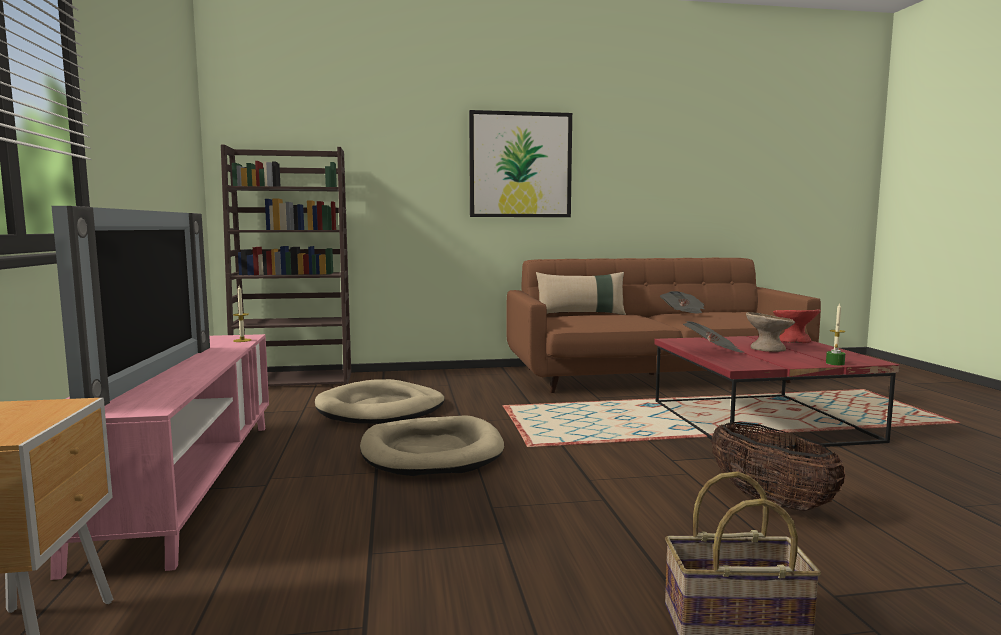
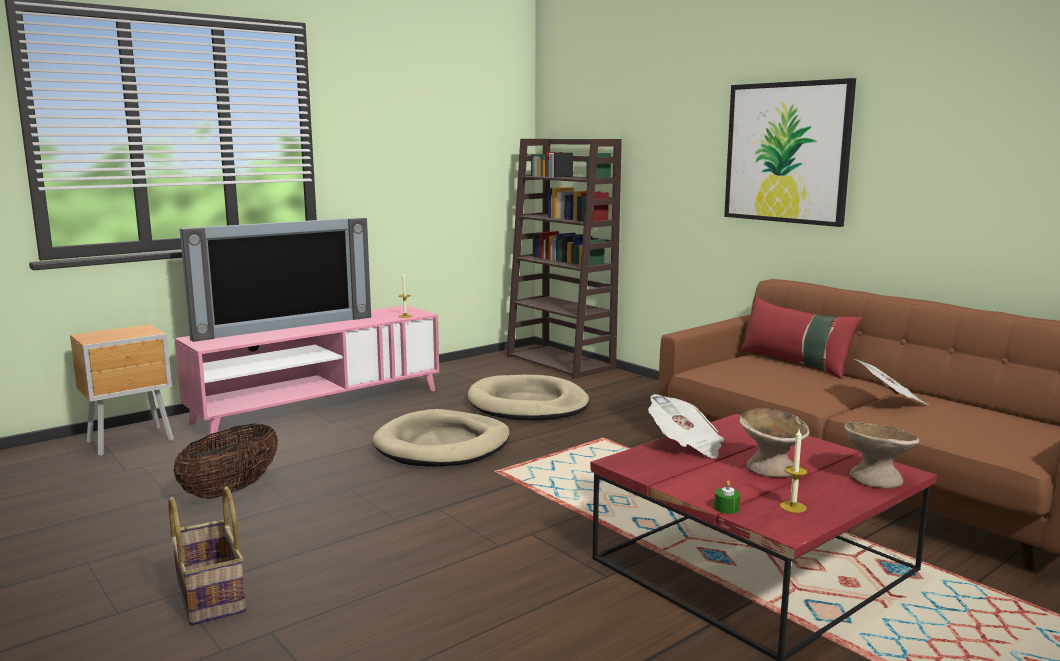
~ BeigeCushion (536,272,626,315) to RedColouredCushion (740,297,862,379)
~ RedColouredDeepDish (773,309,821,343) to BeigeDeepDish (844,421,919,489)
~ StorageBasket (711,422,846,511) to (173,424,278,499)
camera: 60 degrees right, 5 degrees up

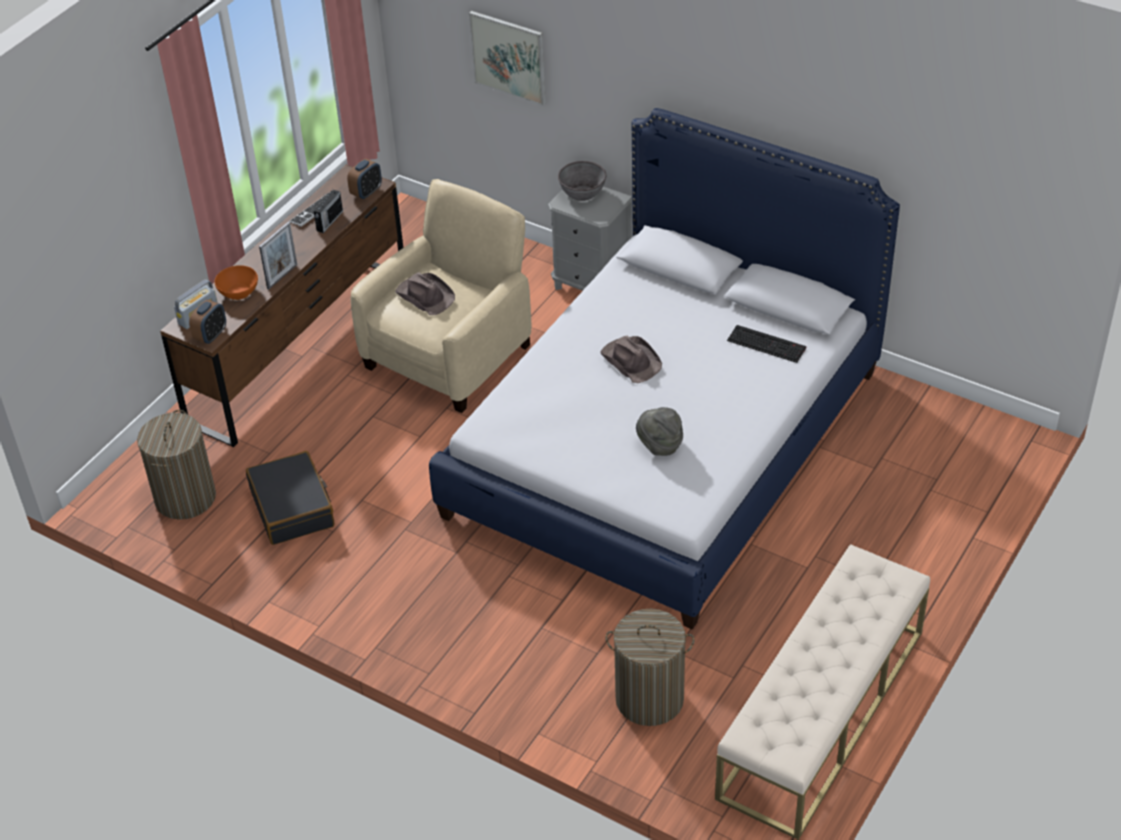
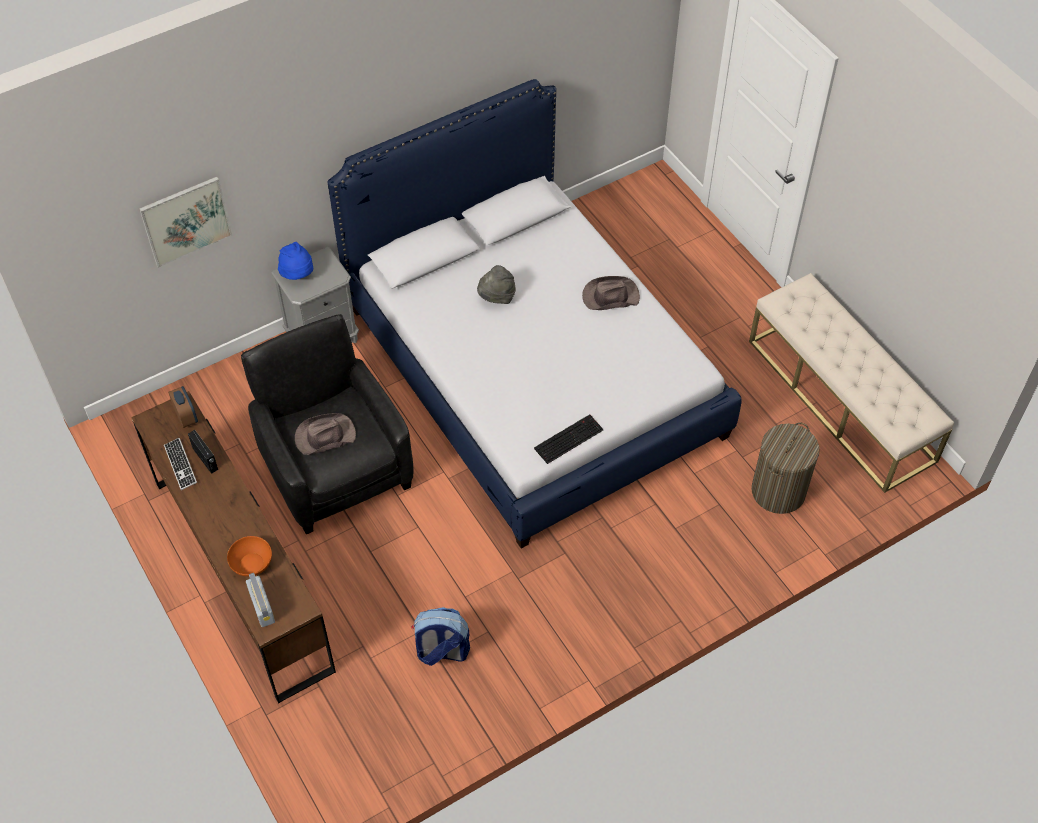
~ GreyDeepDish (558,161,606,201) to BlueWearableHat (278,242,313,280)
~ BeigeEasyChair (351,179,531,413) to BlackColouredEasyChair (241,314,413,534)
- PhotoFrame (259,222,297,289)
- BedsideClock (189,300,226,344)
~ ComputerKeyboard (727,325,807,363) to (534,415,604,464)
~ BrownWearableHat (601,335,662,383) to (582,276,640,310)
~ GreyWearableHat (636,407,683,456) to (477,265,516,304)
- LaundryBasket (137,410,216,519)
~ BlackColouredPieceOfLuggage (246,451,334,545) to Rucksack (411,607,470,666)
camera: 65 degrees left, 10 degrees up

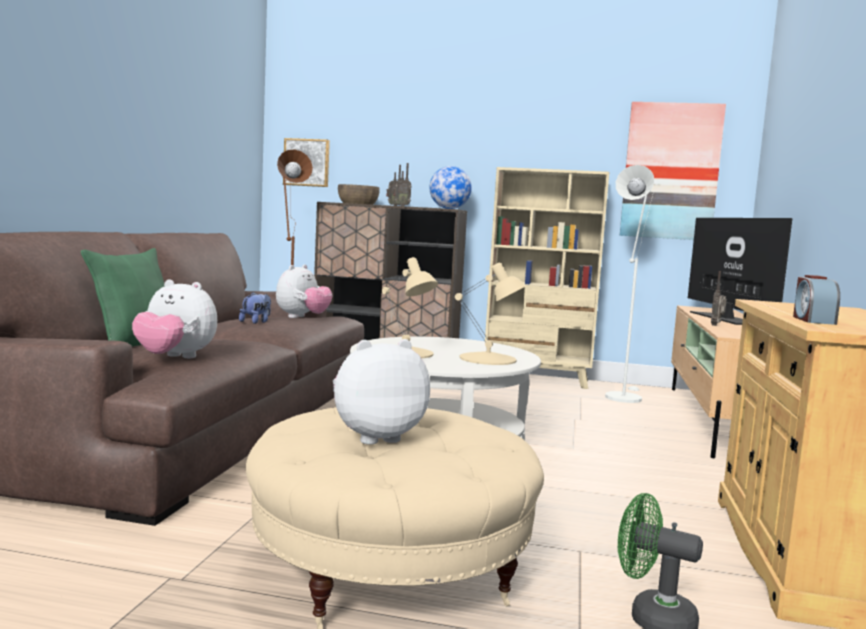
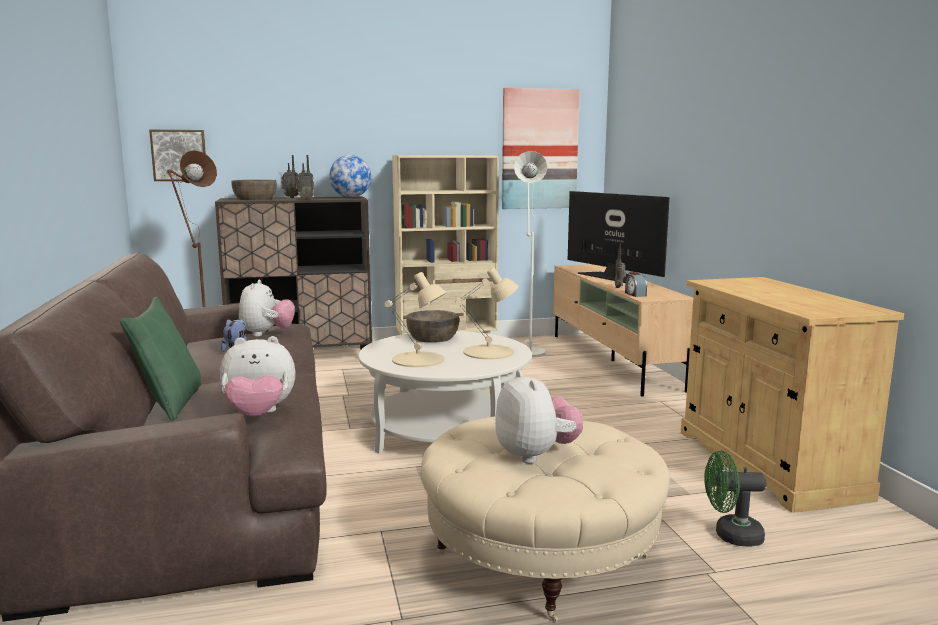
~ BedsideClock (793,275,840,325) to (625,272,647,297)
~ CuddlyToy (333,339,430,445) = (495,370,583,464) 120 degrees clockwise
+ BrownDeepDish (406,310,459,343)
camera: 25 degrees left, 5 degrees up

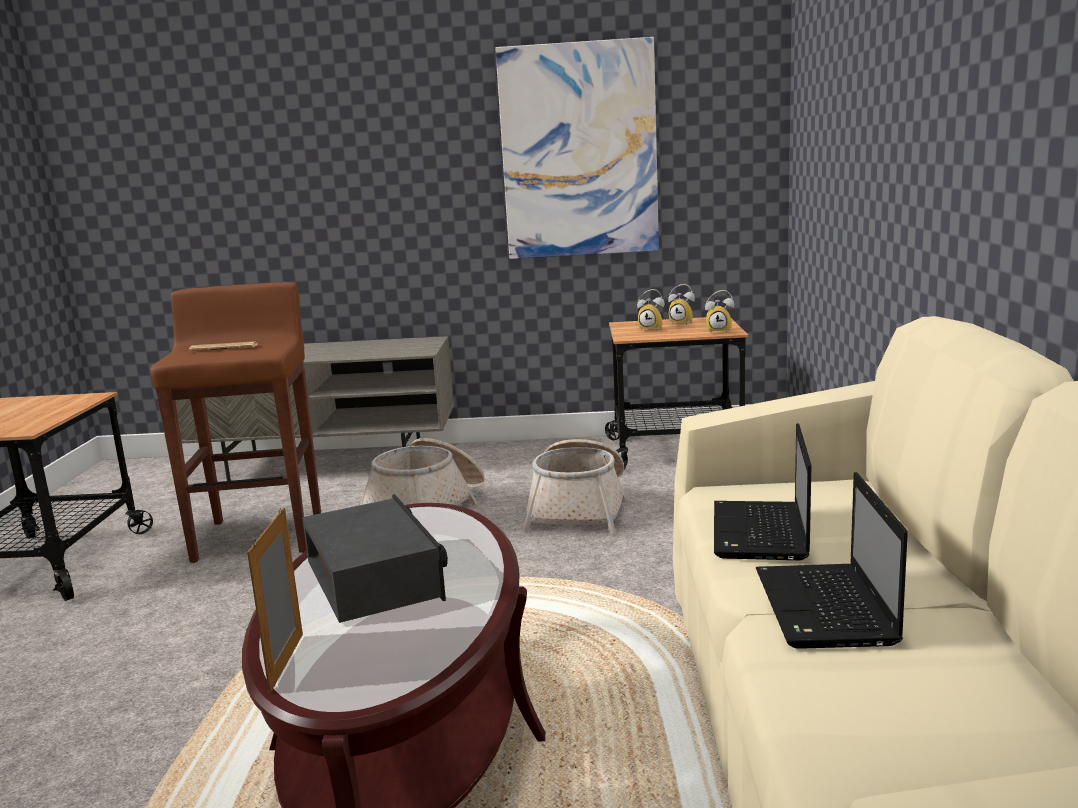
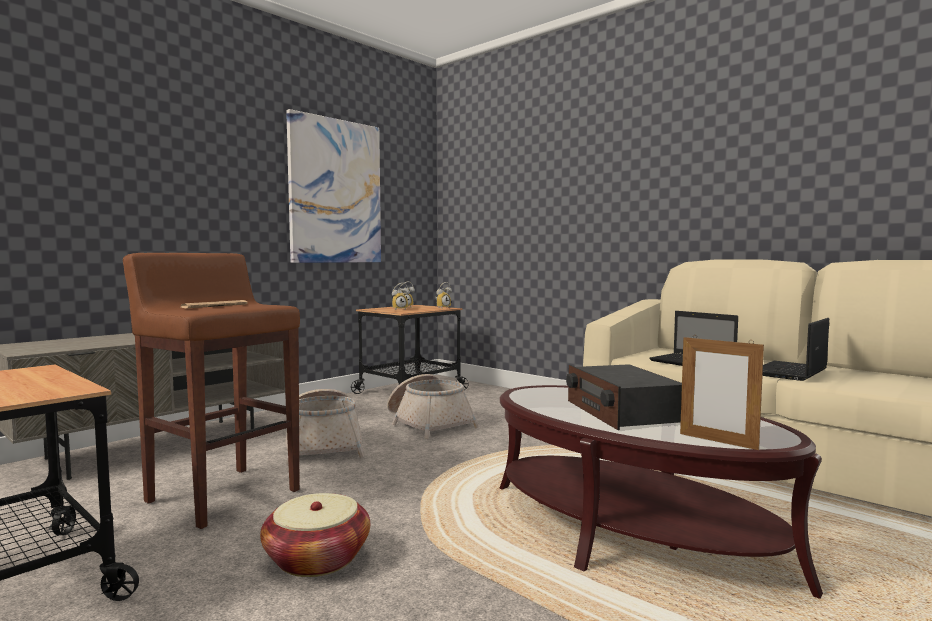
~ Laptop (756,472,908,649) = (763,318,829,381) 90 degrees clockwise
~ RadioReceiver (302,494,448,623) = (566,364,682,430) 120 degrees counterclockwise
+ StorageBasket (260,493,370,577)
camera: 50 degrees left, 10 degrees down

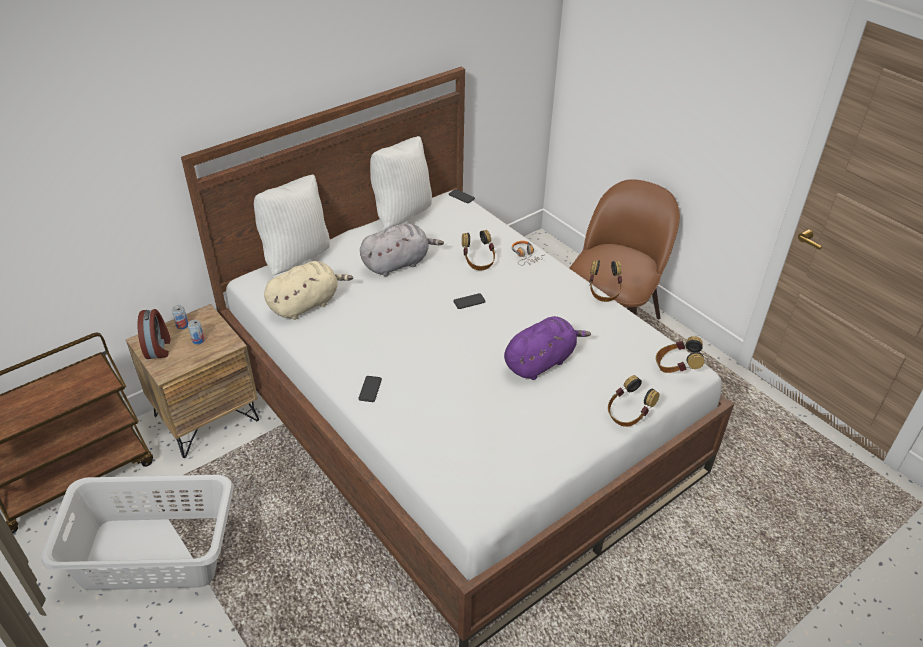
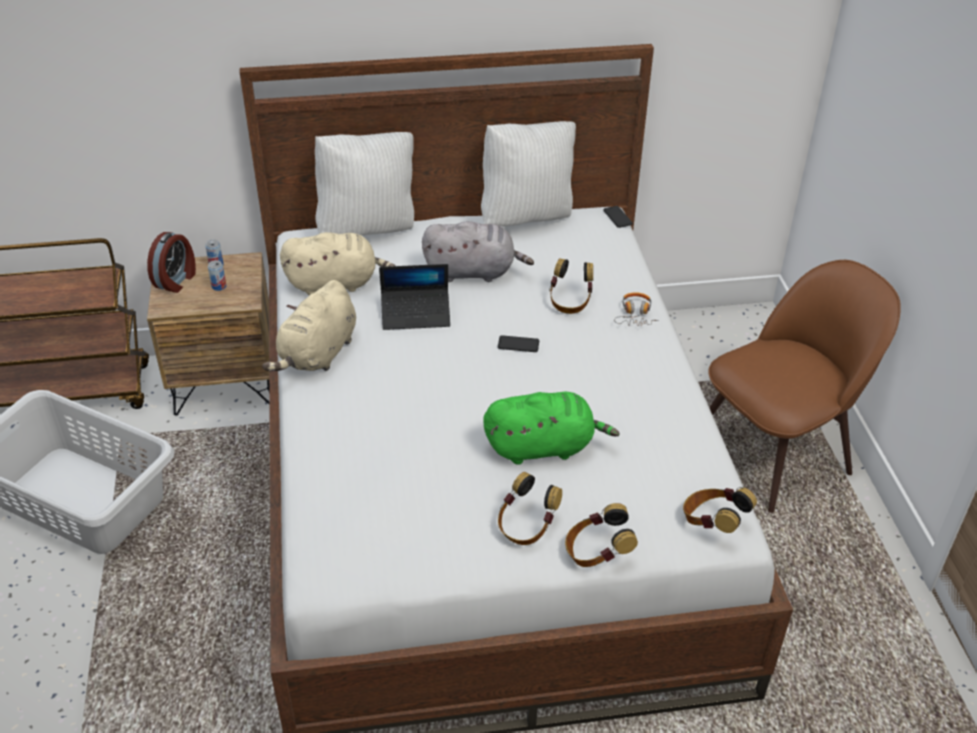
~ Headset (589,260,622,302) to (498,472,562,545)
~ PurpleCuddlyToy (504,316,591,380) to GreenCuddlyToy (483,392,620,465)
- Telephone (359,376,382,402)
+ Laptop (379,264,451,330)
+ BeigeCuddlyToy (262,280,356,372)
camera: 30 degrees right, 0 degrees up

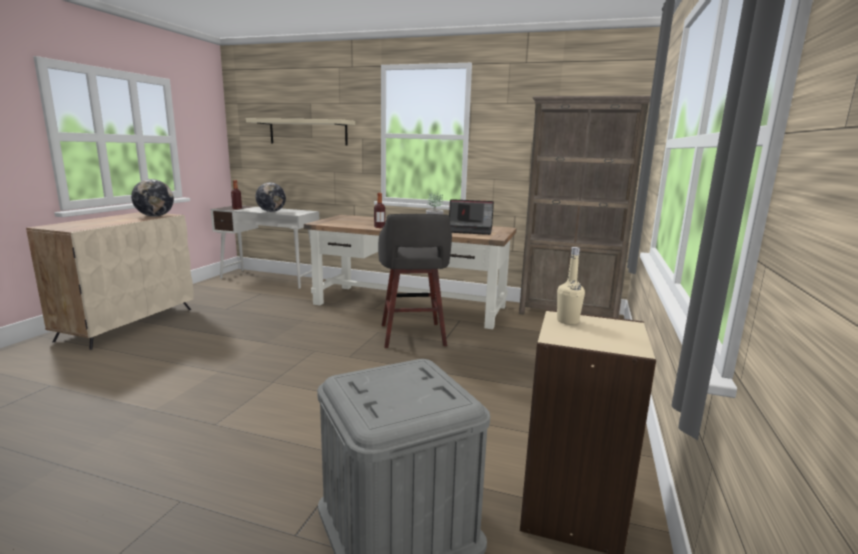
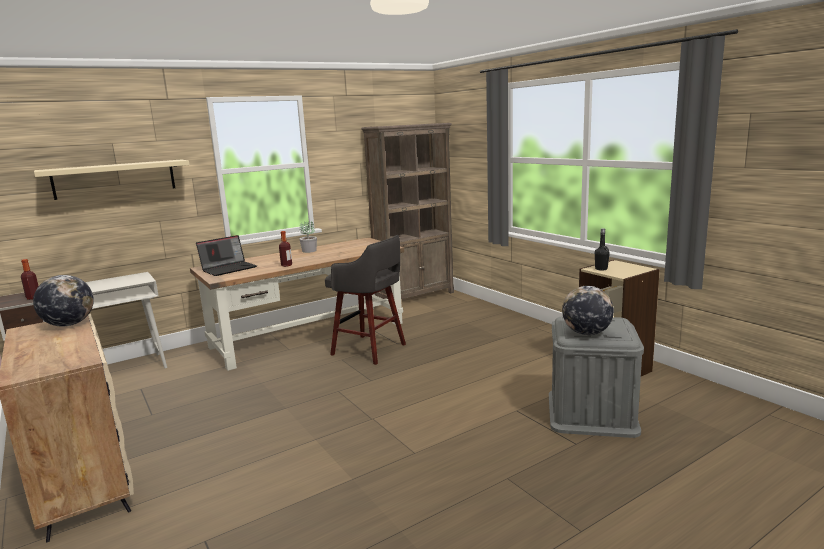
~ WorldGlobe (255,182,286,212) to (562,286,614,335)
~ Laptop (449,199,494,235) to (196,235,257,276)
~ BeigeDrinkBottle (557,247,585,325) to BlackColouredDrinkBottle (595,228,610,271)
camera: 50 degrees left, 0 degrees up

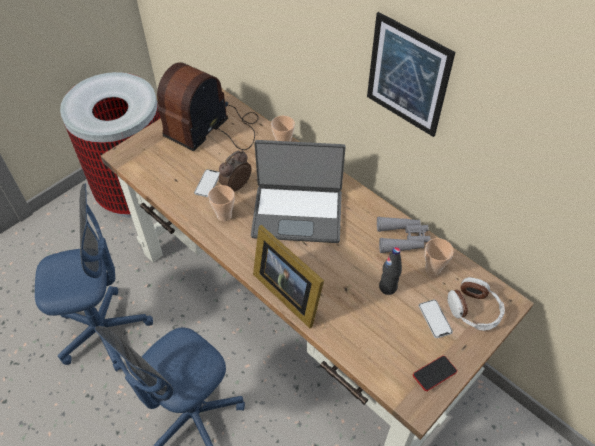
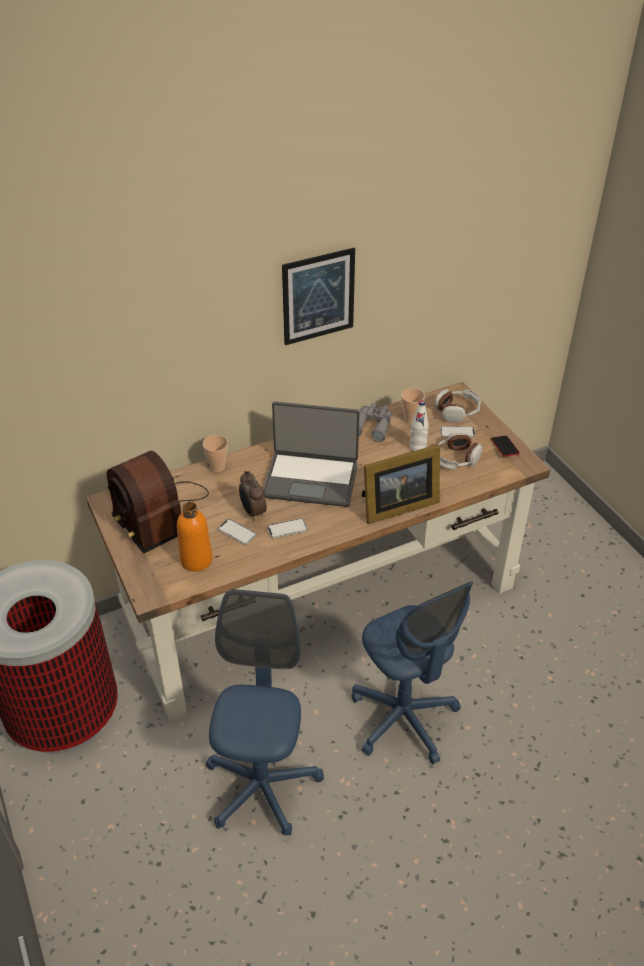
~ Laptop (251,140,346,243) = (263,402,360,507) 75 degrees clockwise
~ Cup (208,185,235,222) to Telephone (267,518,308,538)
~ BlackColouredDrinkBottle (379,247,402,295) to WhitishDrinkBottle (410,400,429,451)
+ Headset (436,431,482,469)
+ OrangeColouredDrinkBottle (177,502,213,572)
camera: 70 degrees left, 10 degrees down

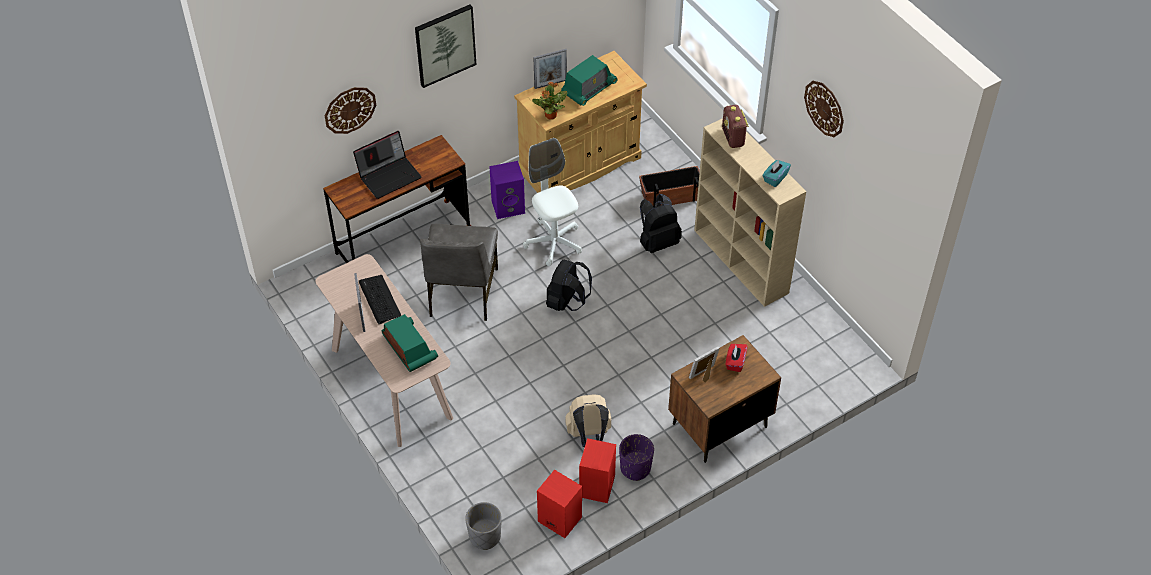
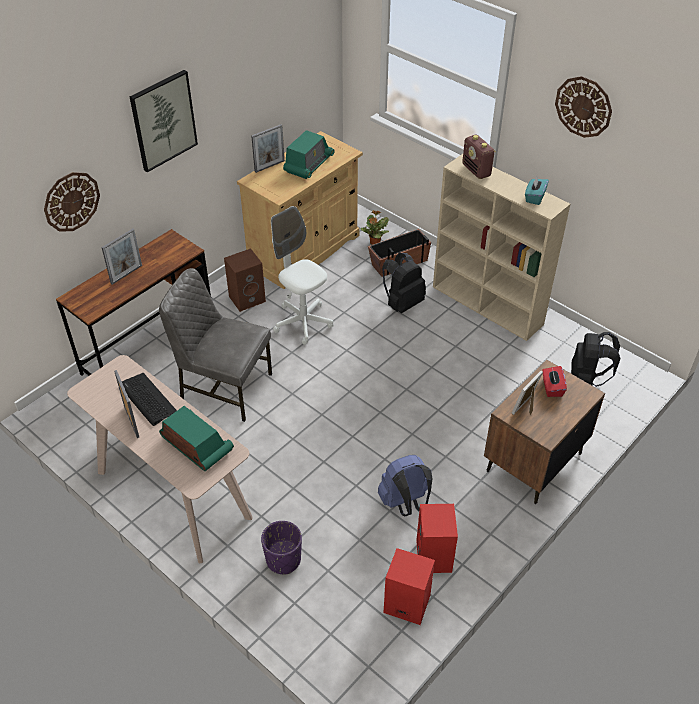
~ PottedPlant (532,82,567,119) to (361,210,389,245)
~ Laptop (353,131,422,199) to PhotoFrame (101,229,142,285)
~ PurpleAudioSpeaker (489,161,525,219) to BrownAudioSpeaker (224,248,266,312)
~ GreyPlainChair (420,224,498,321) = (159,268,272,422) 120 degrees clockwise
~ BlackColouredRucksack (546,260,592,311) to (571,332,621,387)
~ BeigeRucksack (566,394,611,447) to BlueRucksack (378,455,433,516)
~ PurplePlanter (619,434,654,481) to (261,521,302,574)
- GreyPlanter (465,502,502,550)
camera: 15 degrees left, 5 degrees down

